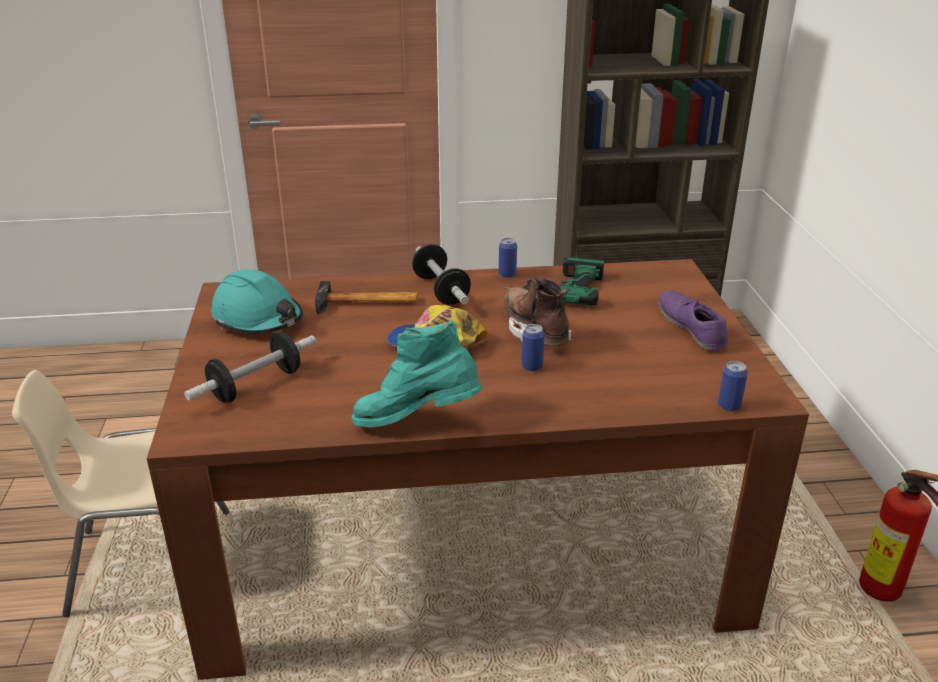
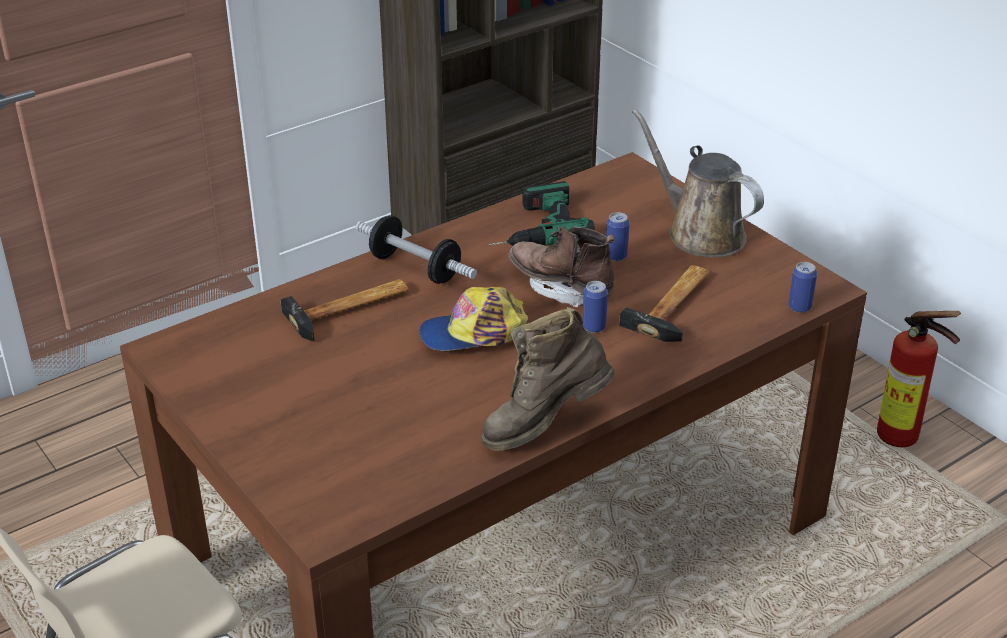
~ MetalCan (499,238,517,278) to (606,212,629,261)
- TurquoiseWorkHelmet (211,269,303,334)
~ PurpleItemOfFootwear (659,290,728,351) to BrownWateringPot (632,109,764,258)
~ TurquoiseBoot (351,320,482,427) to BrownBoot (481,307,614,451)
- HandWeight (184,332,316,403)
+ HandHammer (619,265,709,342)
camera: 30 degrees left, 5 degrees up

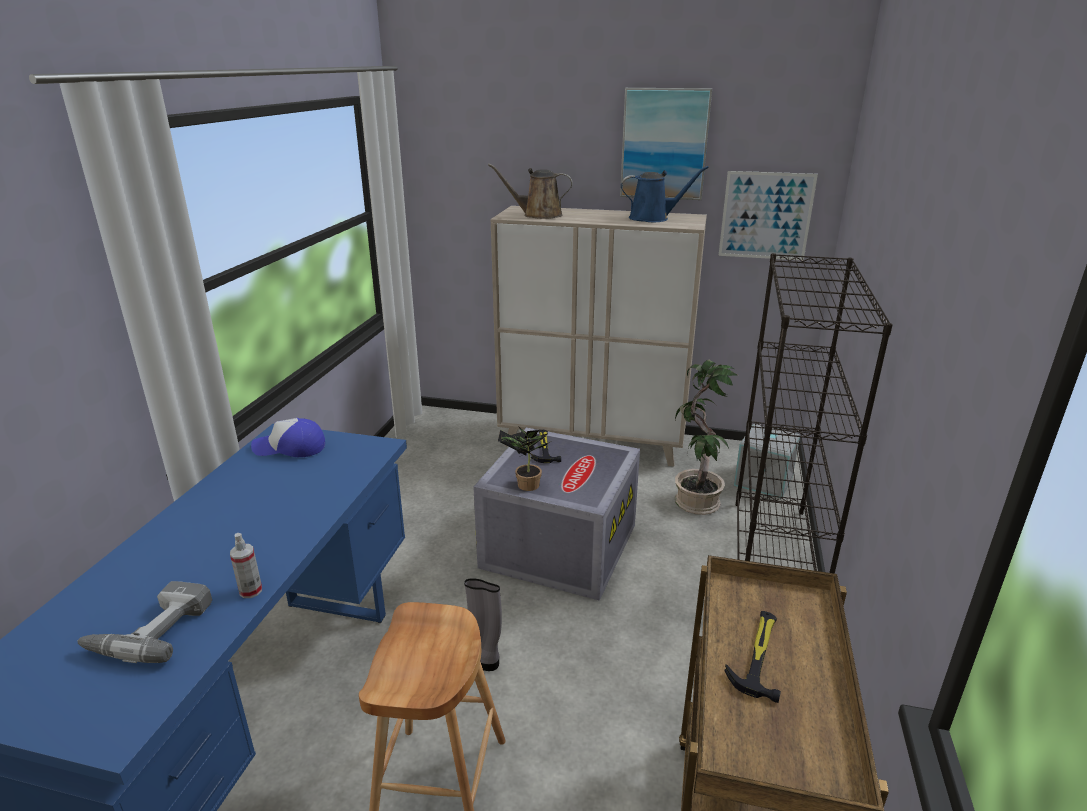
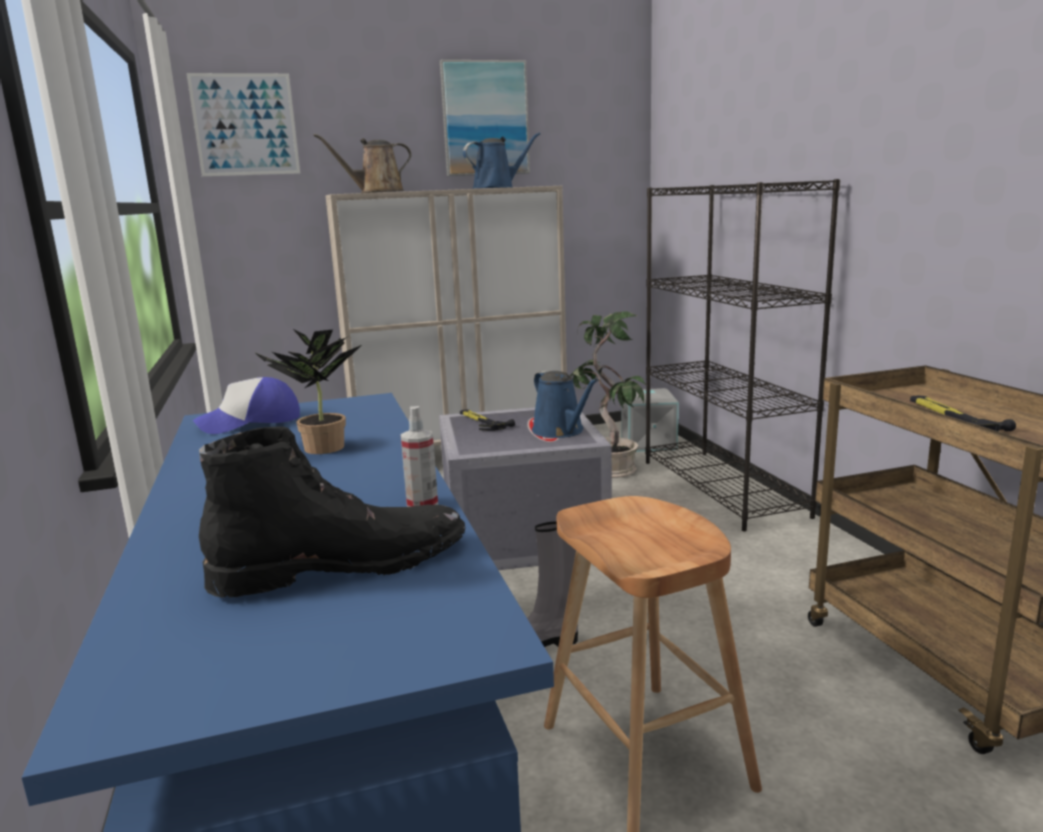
~ WallArt (719,171,818,261) to (186,73,300,176)
~ PottedPlant (498,427,552,491) to (254,329,361,454)
~ ElectricDrill (77,581,212,663) to BlackColouredBoot (199,426,465,598)
+ BlueWateringPot (532,371,598,438)
camera: 30 degrees left, 10 degrees down

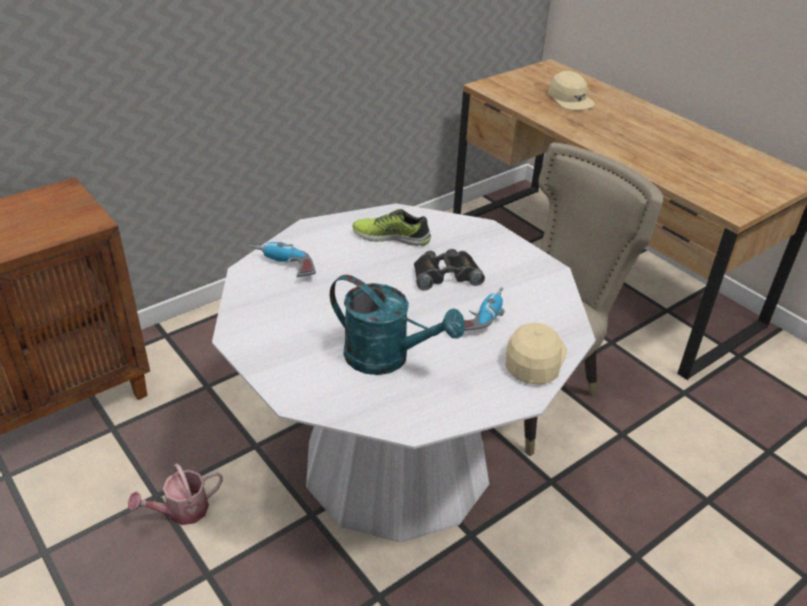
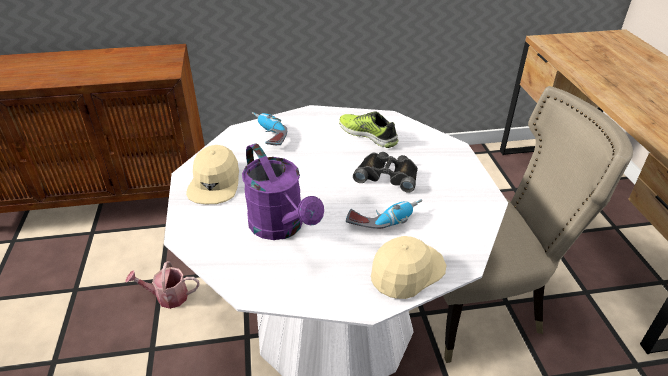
~ BeigePeakedCap (548,71,595,110) to (186,145,239,204)
~ TurquoiseWateringPot (330,275,465,375) to PurpleWateringPot (242,143,324,240)
camera: 30 degrees right, 0 degrees up

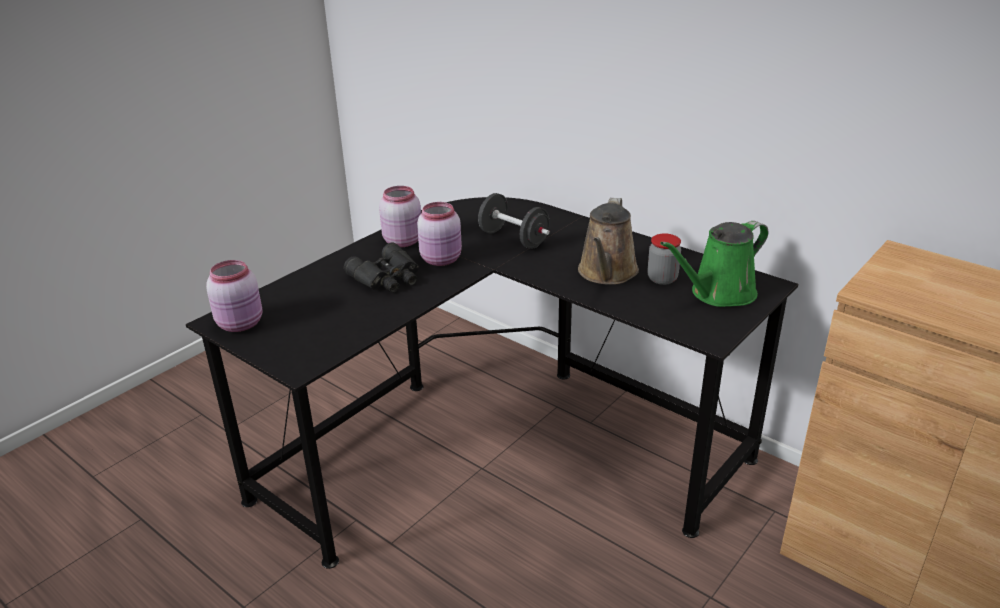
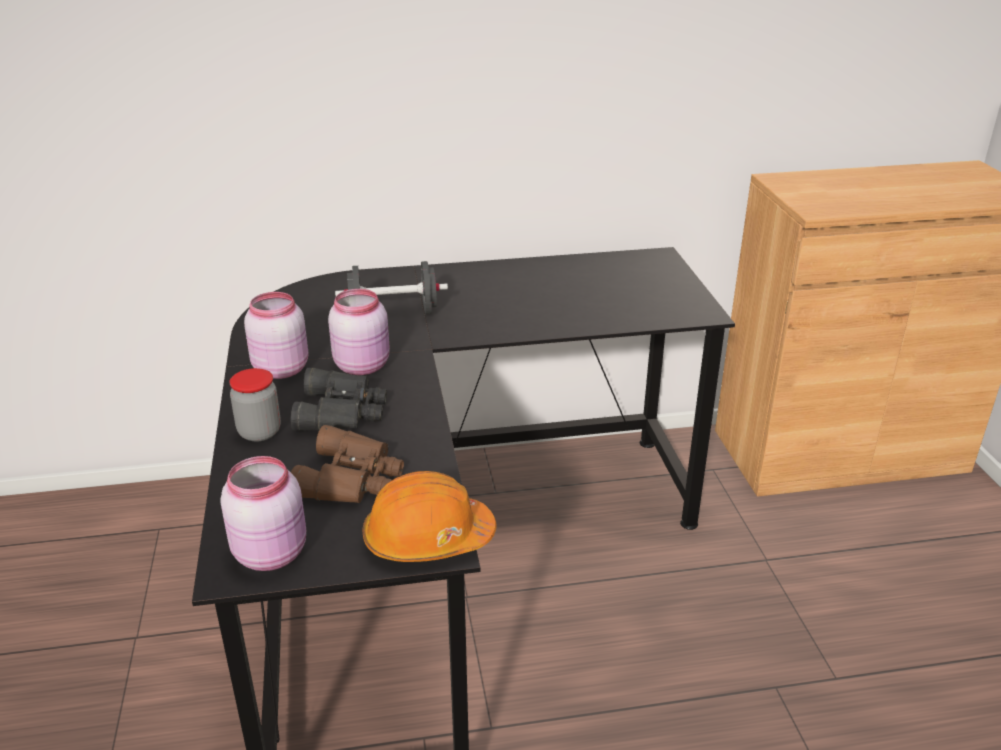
- BrownWateringPot (578,198,639,285)
- GreenWateringPot (660,221,768,307)
~ PreserveJar (648,233,681,285) to (230,368,281,441)
+ BrownPairOfBinoculars (291,425,404,503)
+ OrangeColouredWorkHelmet (363,471,496,562)
camera: 50 degrees left, 0 degrees up

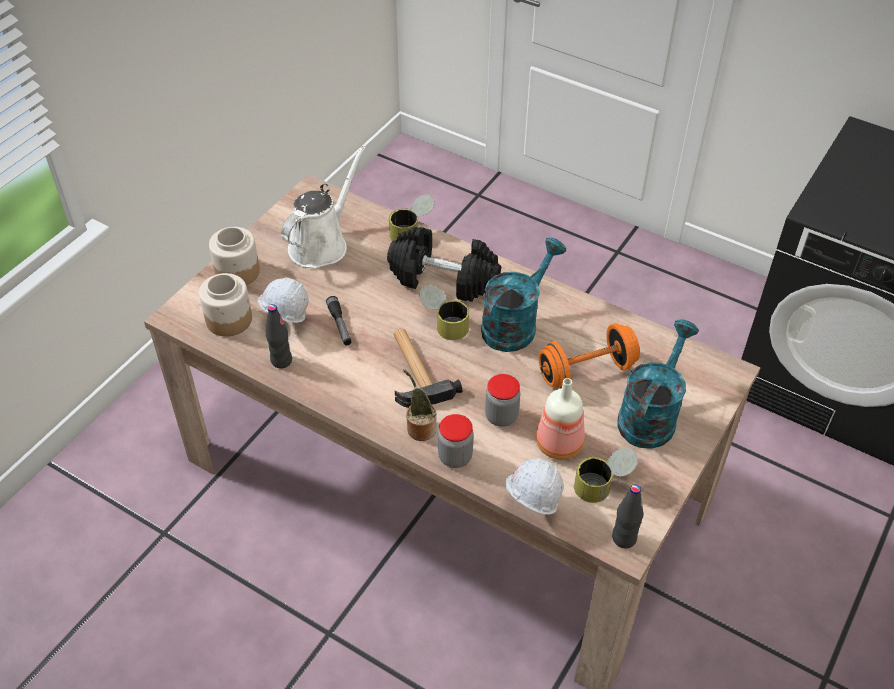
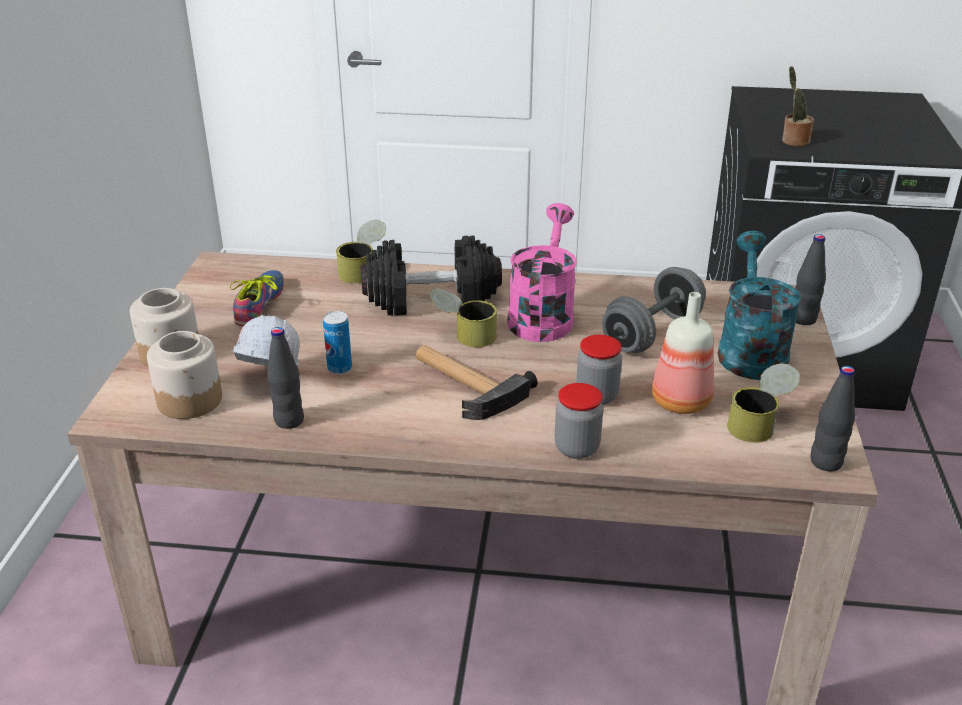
~ WhitishWateringPot (281,146,366,268) to ItemOfFootwear (230,270,284,326)
~ TurquoiseWateringPot (481,237,566,352) to PinkishWateringPot (507,203,577,342)
~ HandTorch (326,296,351,345) to MetalCan (323,311,352,374)
~ OrangeColouredHandWeight (538,323,640,388) to GreyHandWeight (602,267,706,353)
~ PottedPlant (403,369,437,441) to (782,66,814,147)
- WhitishWorkHelmet (505,458,563,515)
+ BlackColouredDrinkBottle (795,234,826,325)
camera: 25 degrees left, 15 degrees down

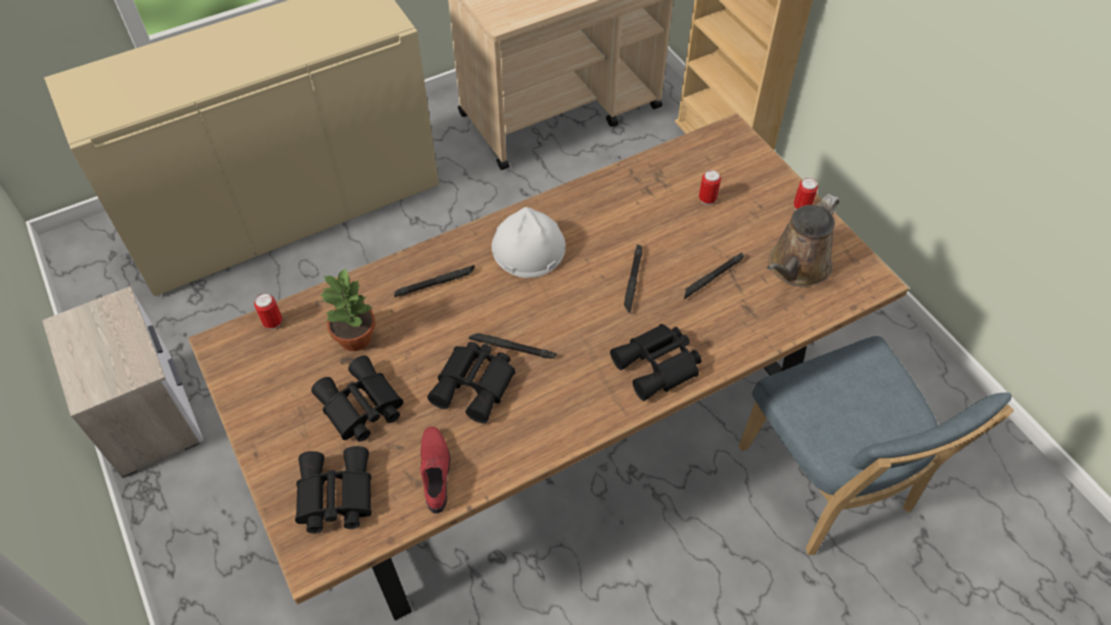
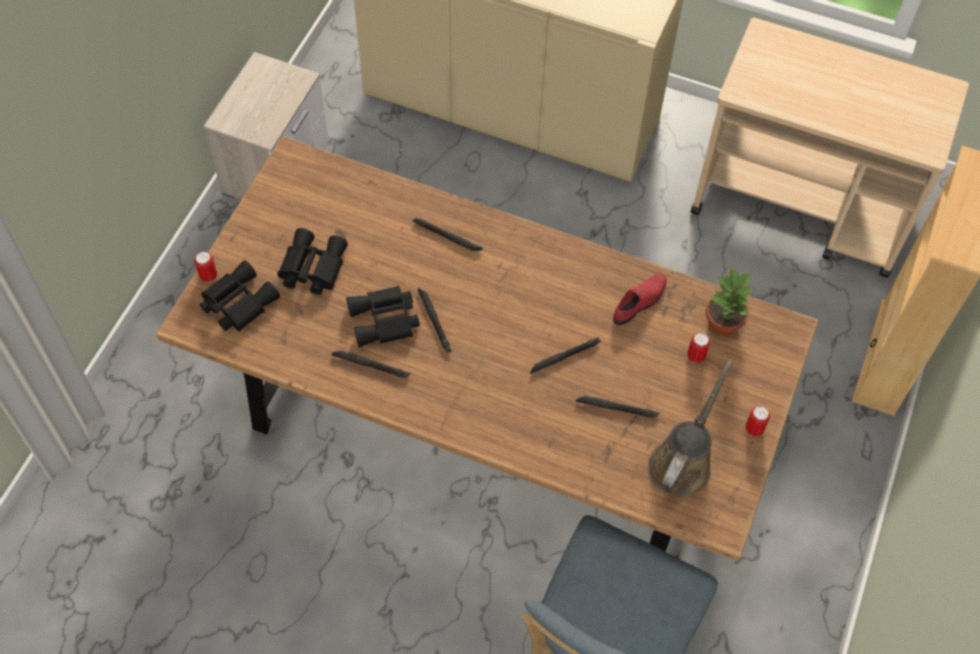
~ BrownWateringPot (767,194,839,287) = (648,361,733,497) 120 degrees clockwise
- WhitishWorkHelmet (492,207,566,278)
~ PottedPlant (320,267,375,351) to (706,267,754,336)
~ MetalCan (254,293,282,329) to (194,252,217,282)
- BlackColouredPairOfBinoculars (610,324,702,401)
~ RedColouredItemOfFootwear (420,427,451,514) to (613,274,667,325)
+ BlackColouredHandTorch (331,350,410,378)
camera: 50 degrees right, 5 degrees up

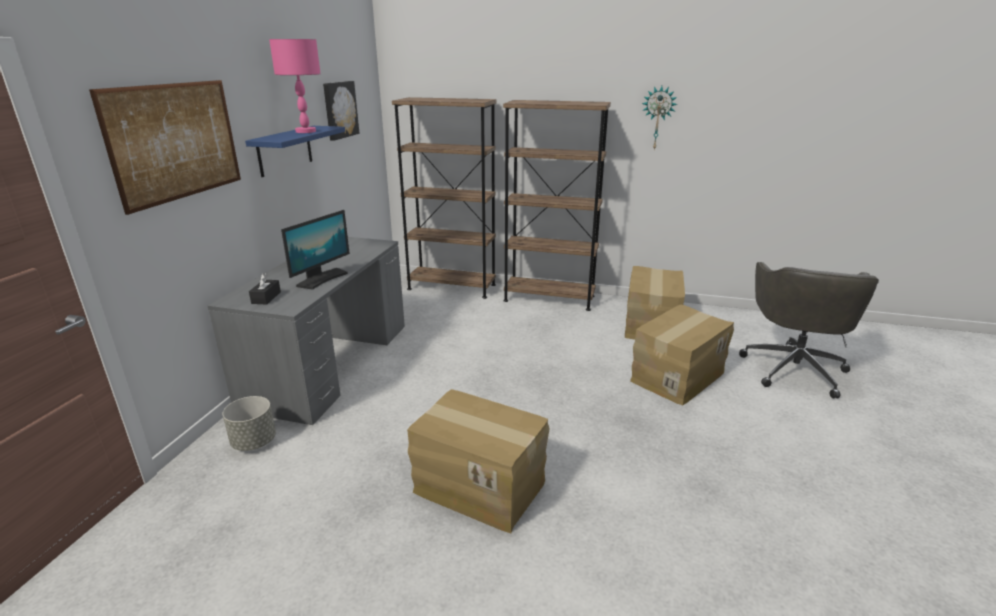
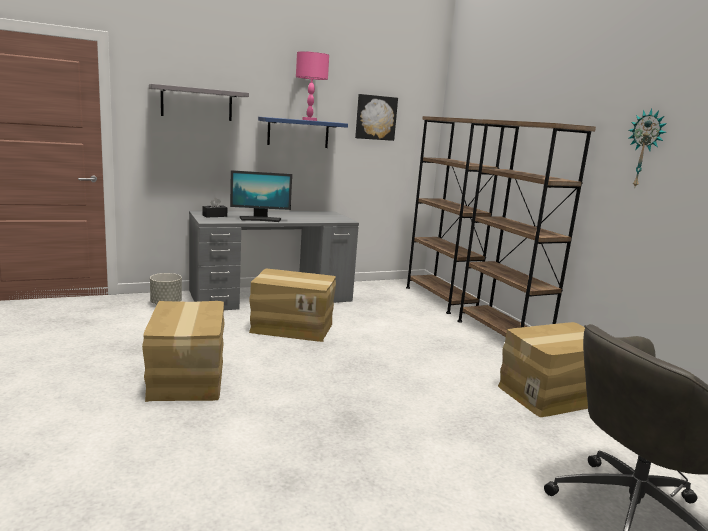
~ WallArt (89,80,241,215) to GreyShelf (149,84,249,121)
~ CardboardBox (630,304,734,405) to (249,269,336,342)
camera: 50 degrees right, 10 degrees down

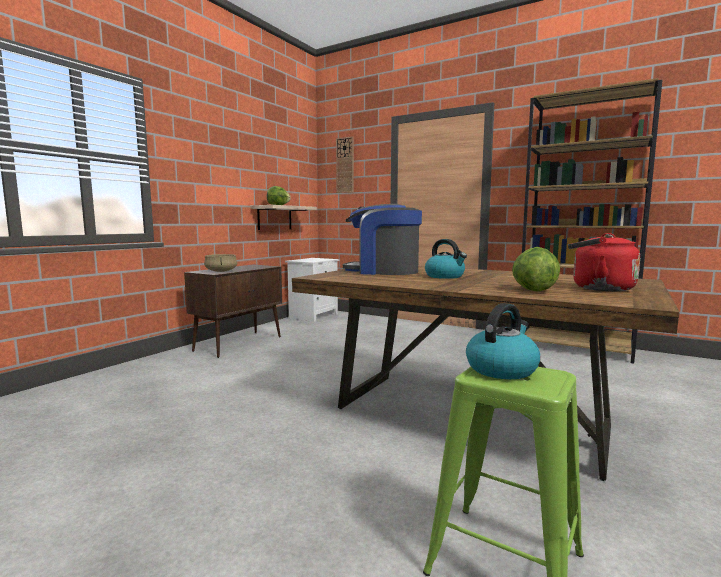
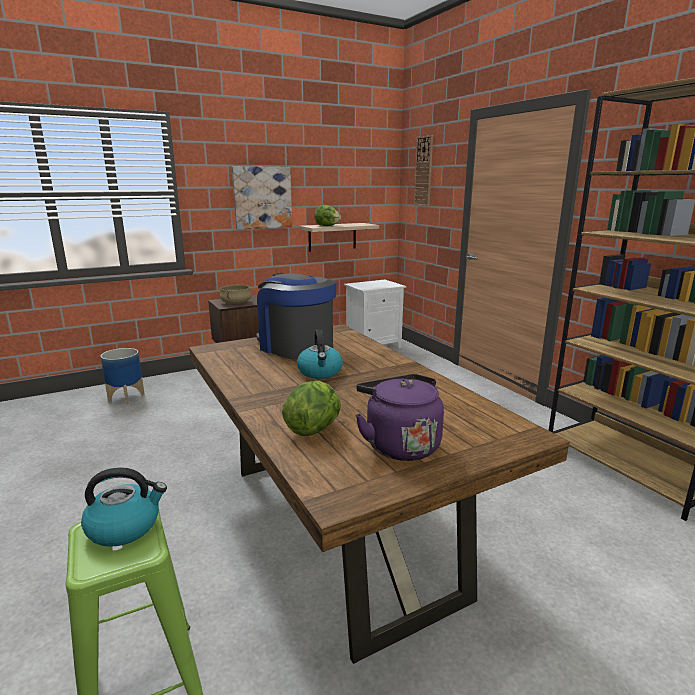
~ RedColouredTeaKettle (568,233,640,291) to PurpleTeaKettle (356,374,444,461)
+ WallArt (232,166,292,230)
+ Planter (100,348,145,404)
camera: 30 degrees right, 10 degrees up

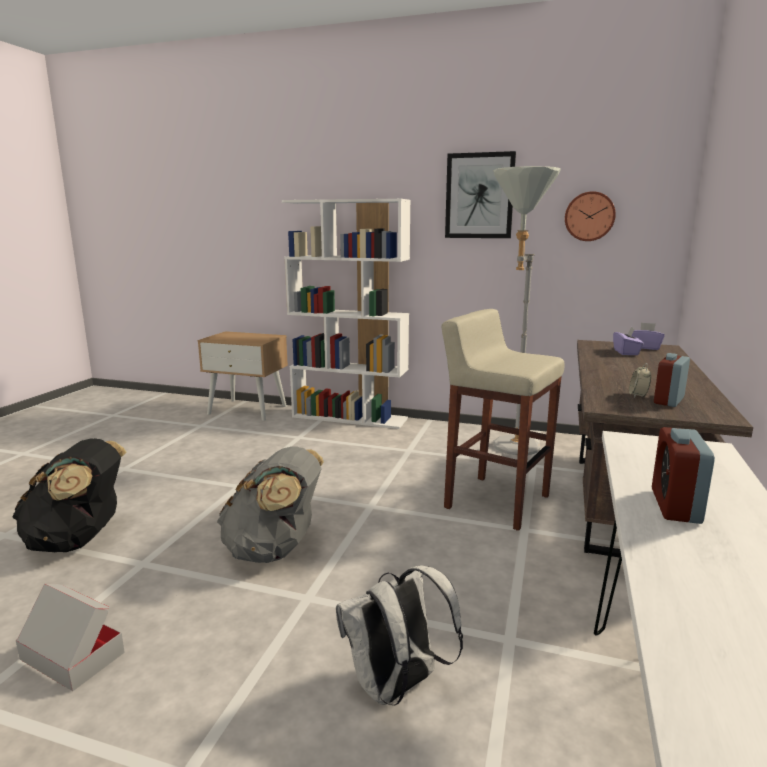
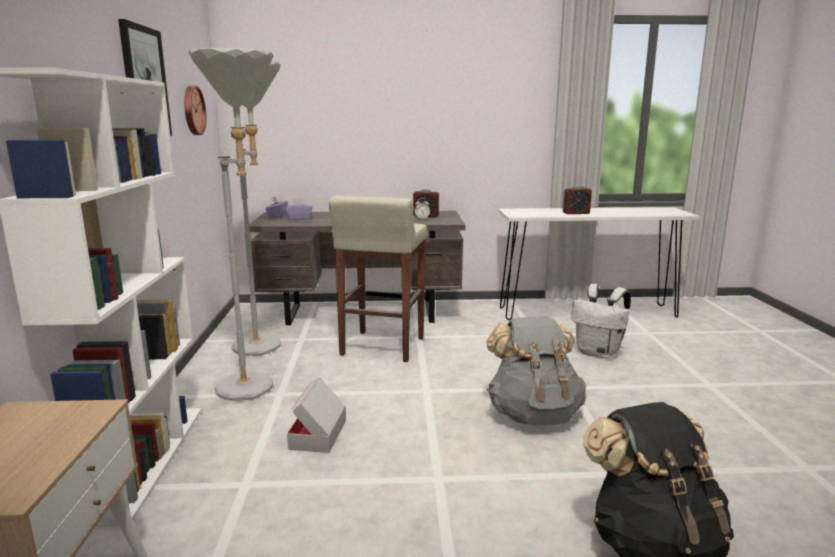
~ CardboardBox (16,584,125,691) to (287,378,346,453)
+ GreyStandingLamp (188,48,274,401)
camera: 110 degrees left, 0 degrees up

